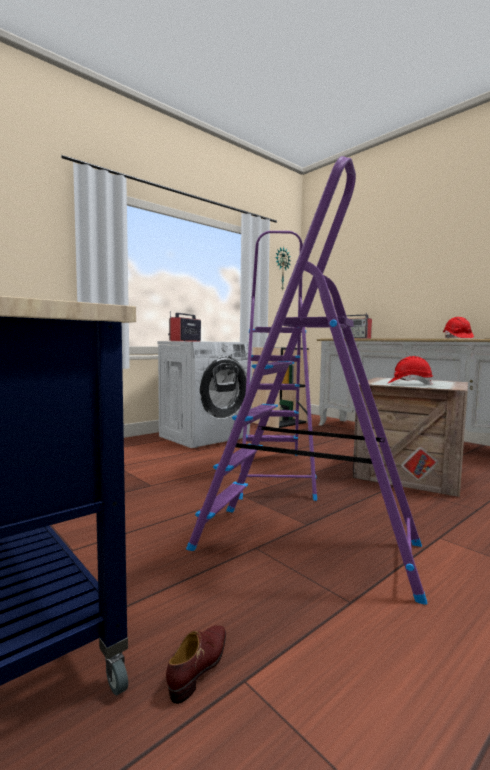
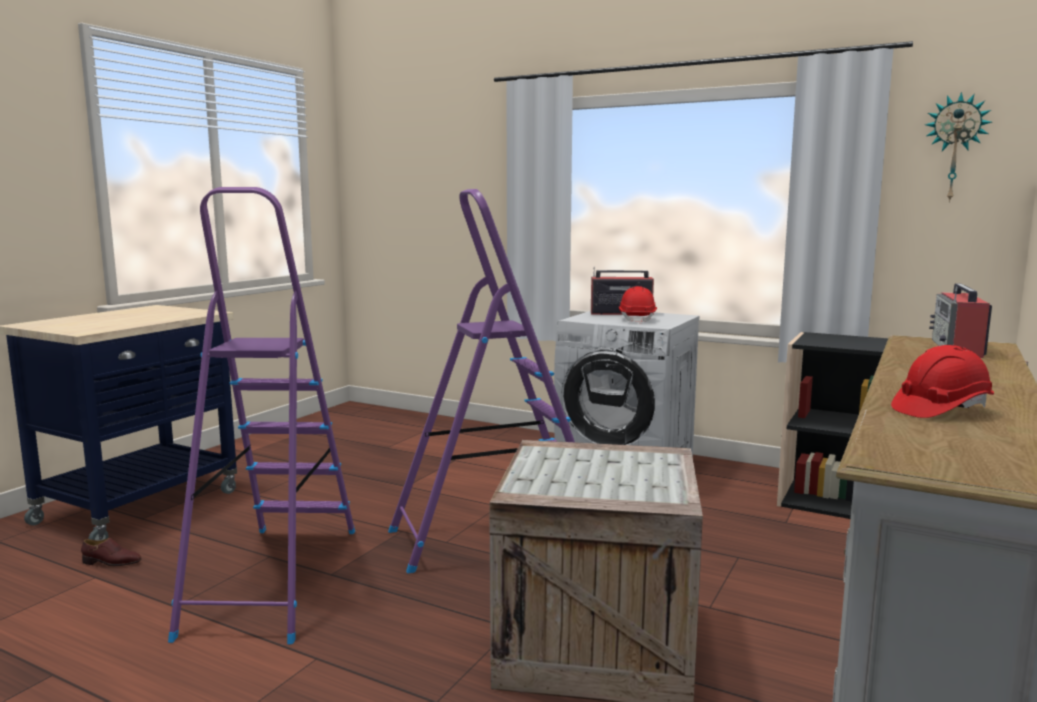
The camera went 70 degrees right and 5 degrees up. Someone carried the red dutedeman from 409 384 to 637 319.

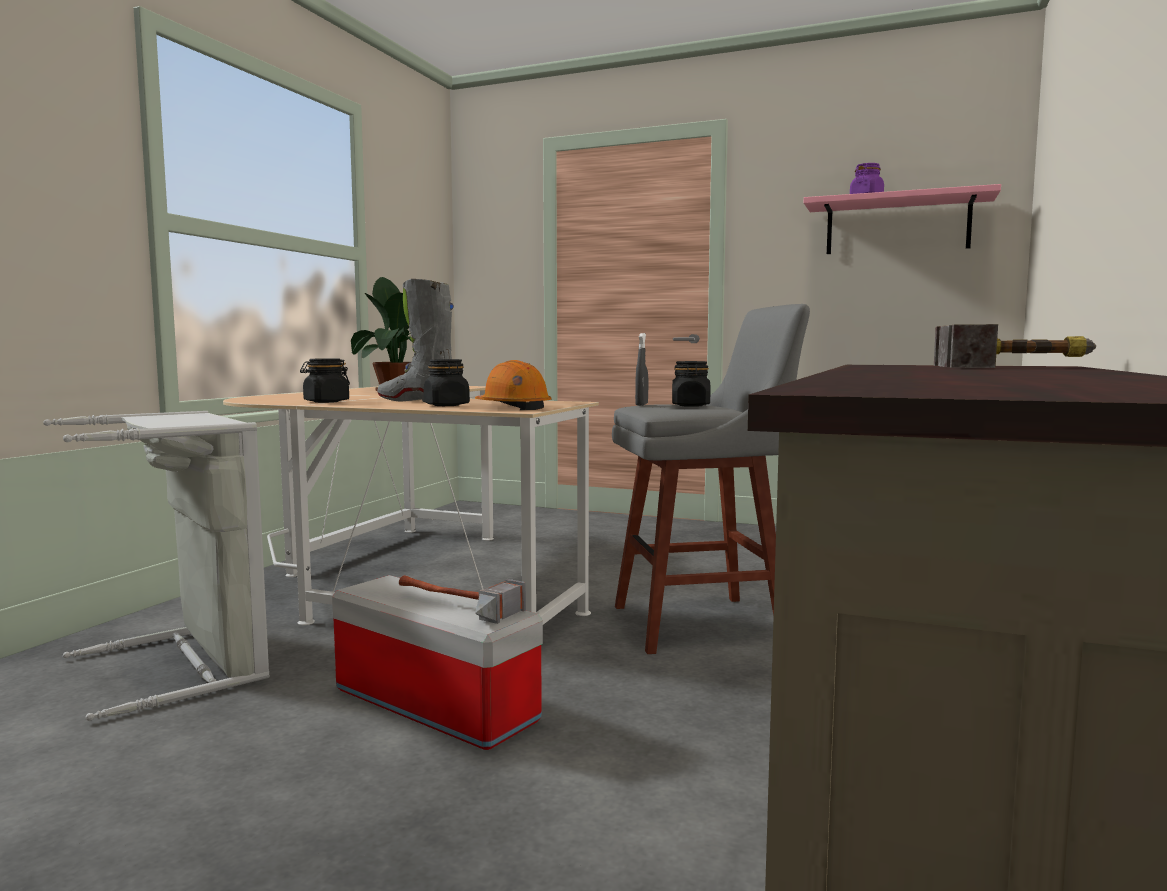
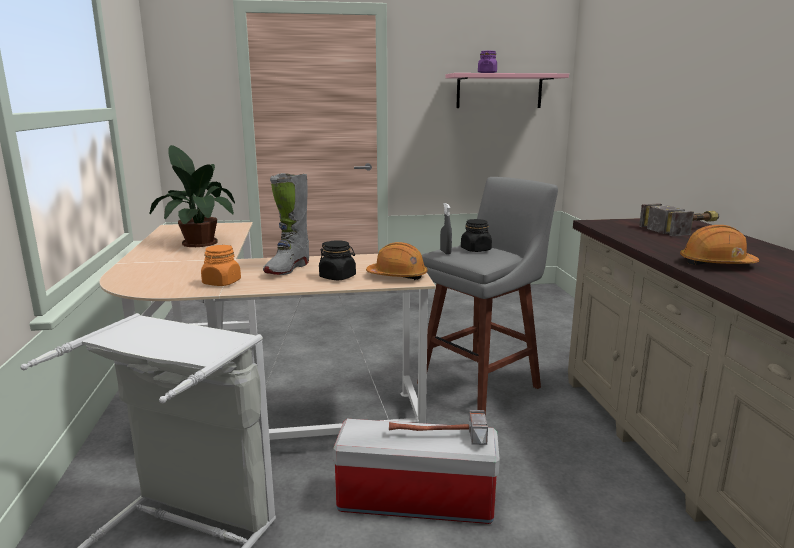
The camera went 30 degrees left and 10 degrees up. Someone repainted the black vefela at 326 402, which became the orange vefela at 221 282. Someone rotated the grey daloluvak at 417 400 by 60 degrees counterclockwise. Someone put down the orange dutedeman at 716 264.

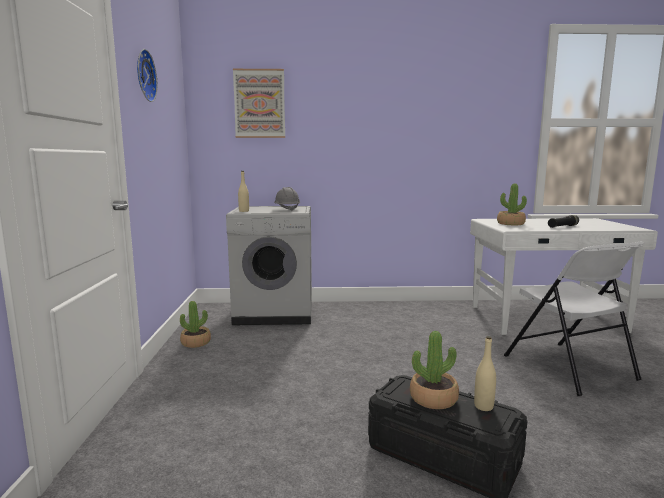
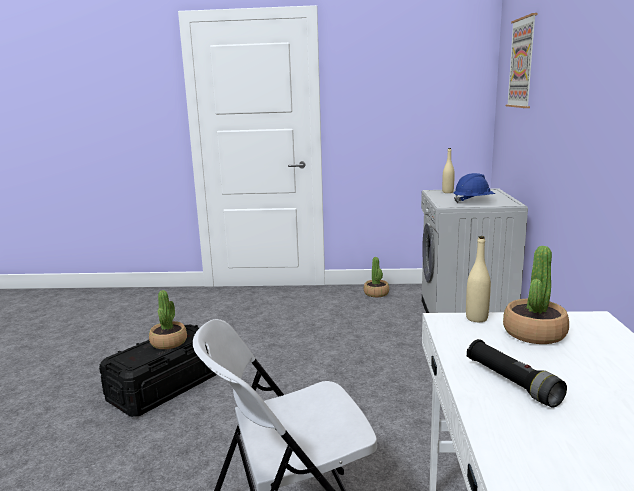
The camera went 95 degrees right and 5 degrees up. Someone repainted the grey dutedeman at 287 209, which became the blue dutedeman at 473 201. Someone carried the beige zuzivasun from 483 406 to 476 318. Someone took away the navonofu at 143 75.

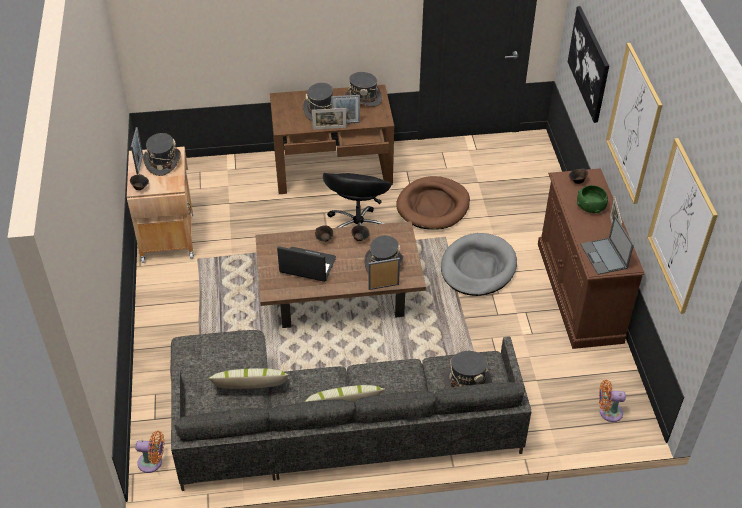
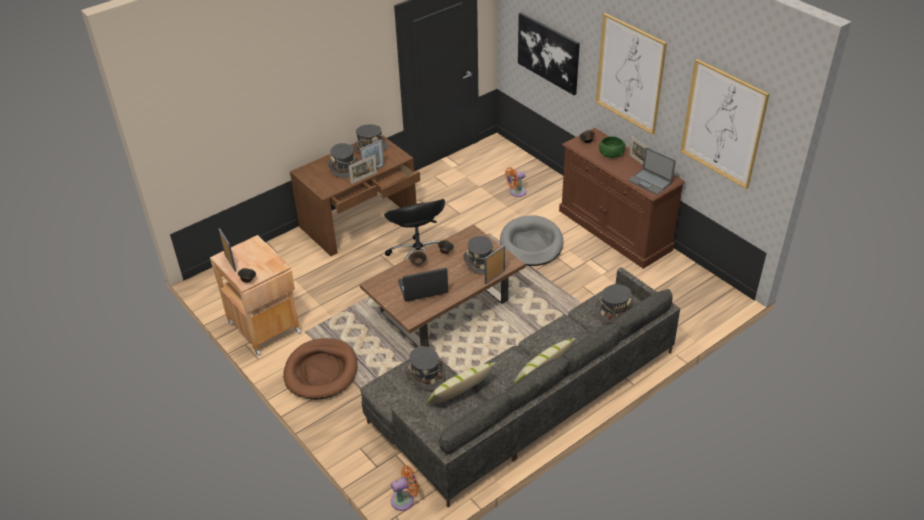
The camera went 30 degrees left and 5 degrees down. Someone carried the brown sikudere from 433 206 to 321 371. Someone carried the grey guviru from 162 161 to 425 375. Someone carried the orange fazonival from 608 412 to 516 192.

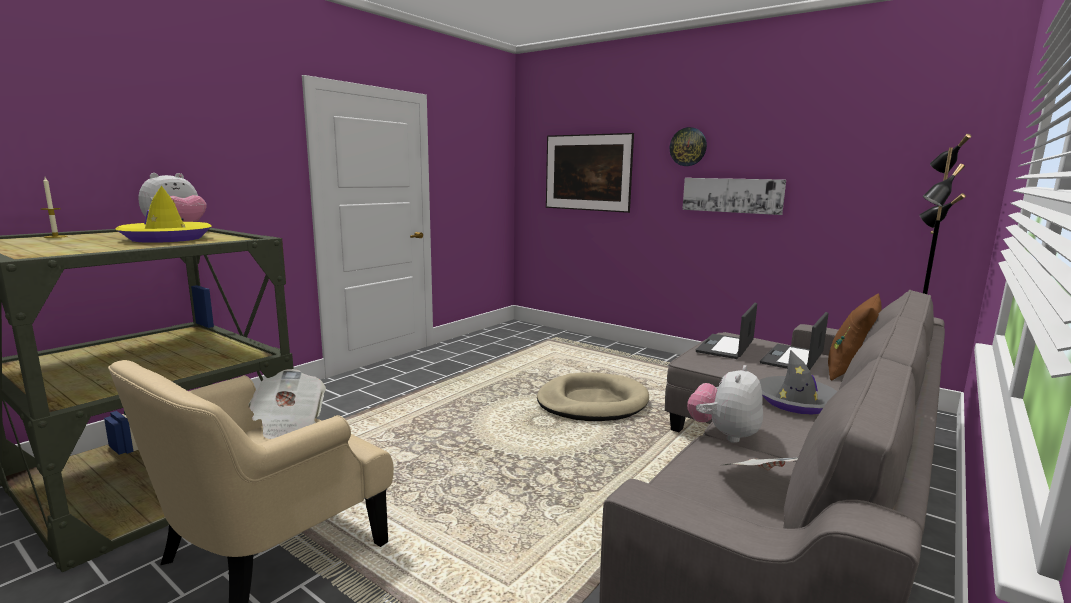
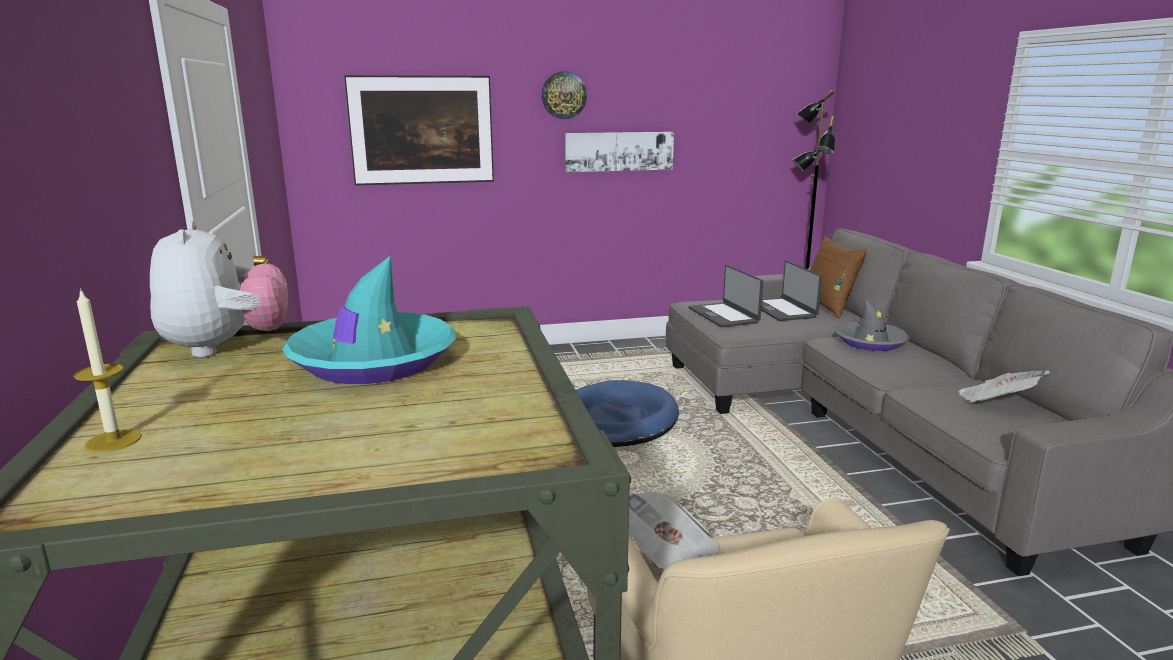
The camera went 50 degrees left and 5 degrees up. Someone repainted the yellow guviru at 166 239, which became the turquoise guviru at 373 361. Someone repainted the beige sikudere at 592 402, which became the blue sikudere at 617 420. Someone took away the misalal at 724 434.

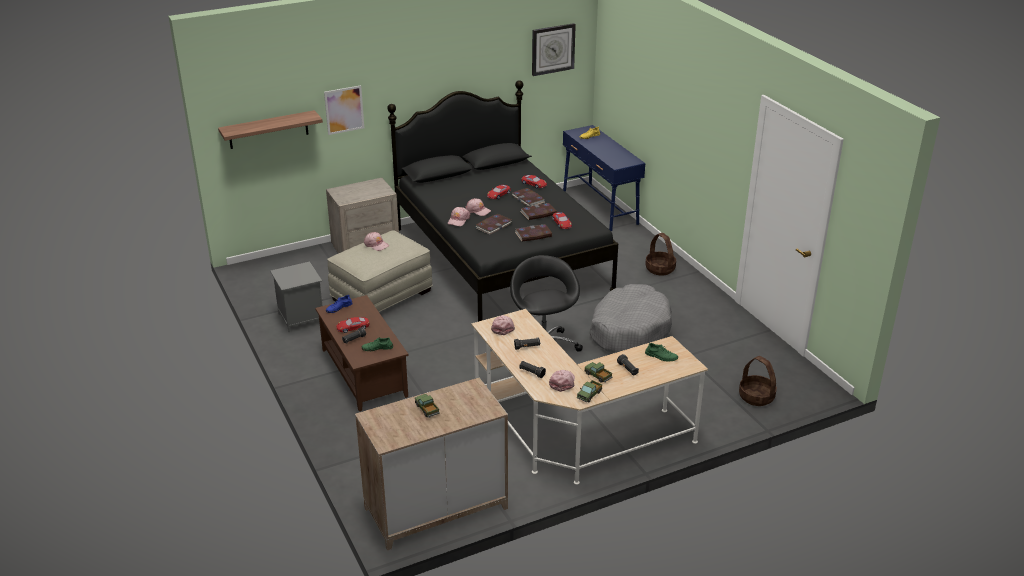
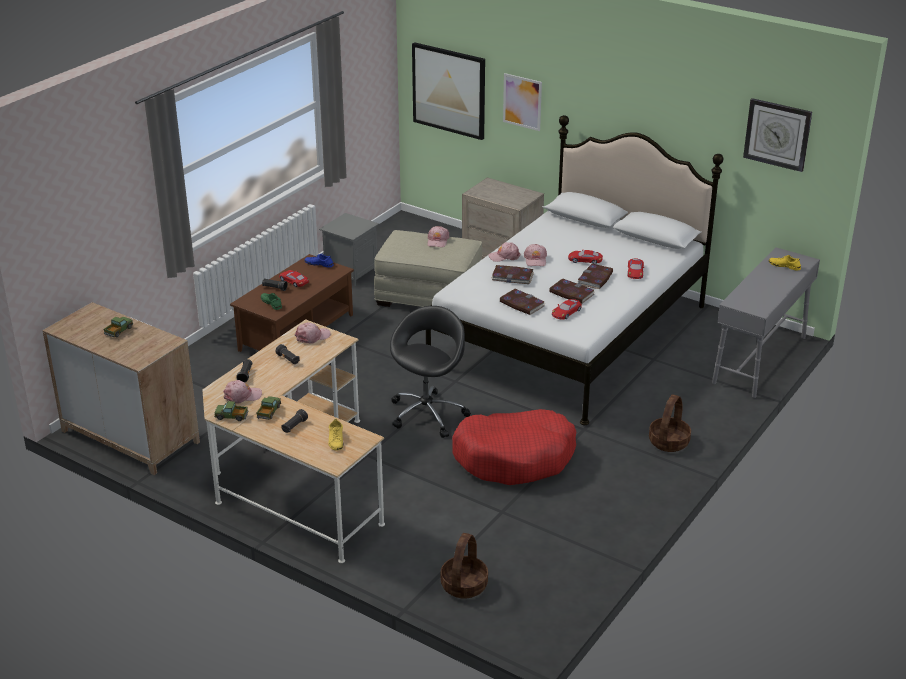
The camera went 60 degrees right and 0 degrees up. Someone repainted the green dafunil at 661 356, which became the yellow dafunil at 336 440. Someone swapped the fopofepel at 268 130 for the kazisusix at 449 90. Someone repainted the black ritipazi at 501 258, which became the white ritipazi at 570 335. Someone repainted the grey sikudere at 629 330, which became the red sikudere at 515 457. Someone repainted the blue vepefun at 599 207, which became the grey vepefun at 758 360.

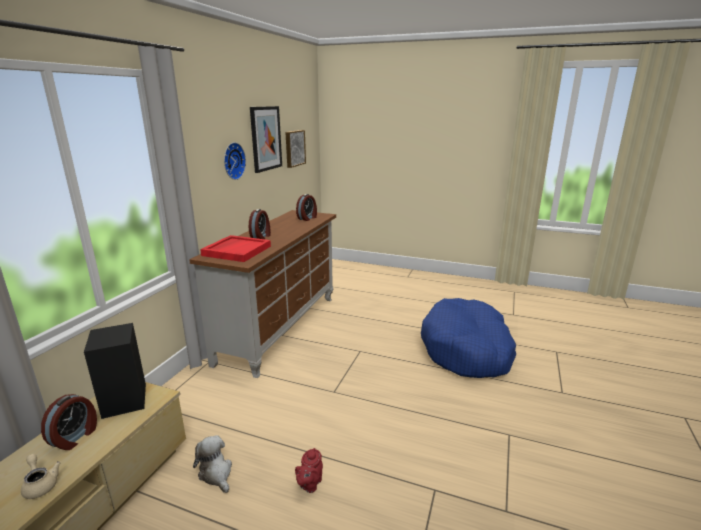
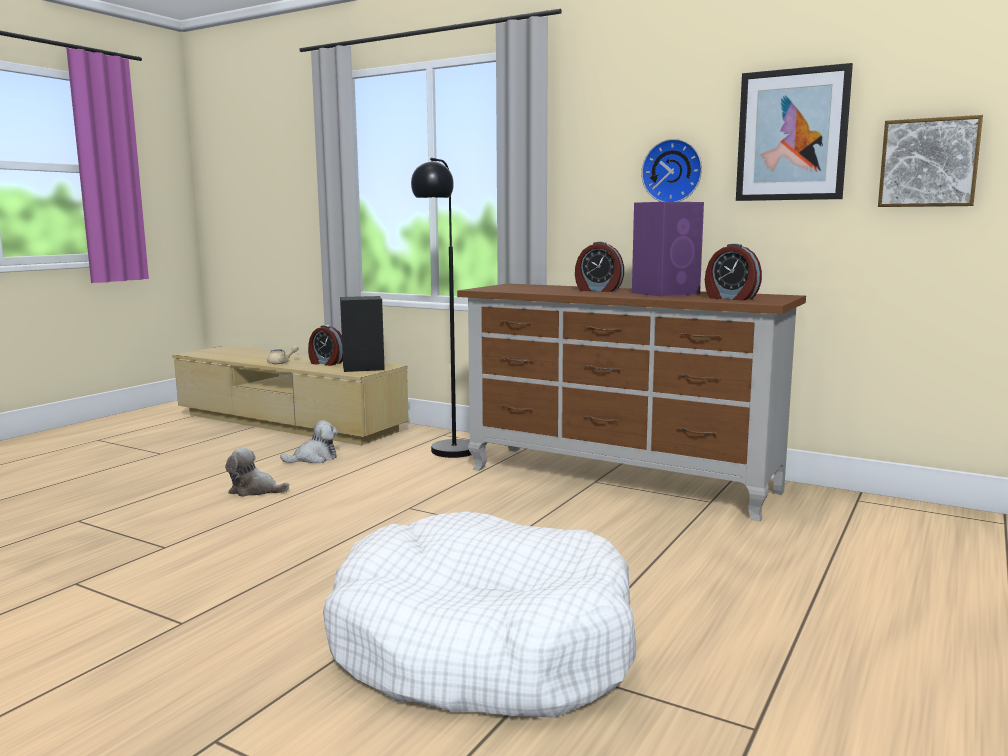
The camera went 100 degrees right and 10 degrees down. Someone swapped the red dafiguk at 309 484 for the misalal at 254 490. Someone repainted the blue sikudere at 467 349, which became the white sikudere at 481 646. Someone put down the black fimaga at 448 455. Someone put down the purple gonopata at 666 293. Someone took away the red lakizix at 237 250.

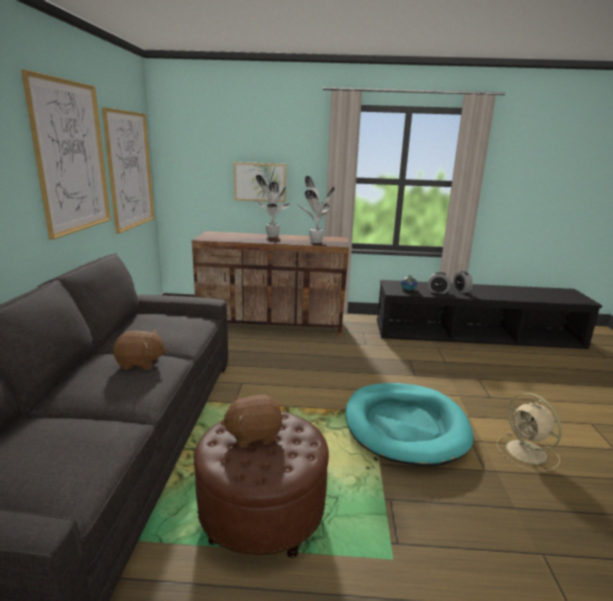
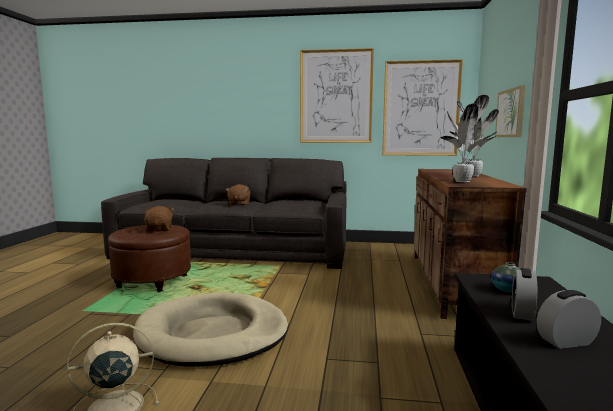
The camera went 95 degrees right and 10 degrees down. Someone repainted the turquoise sikudere at 405 426, which became the beige sikudere at 213 334.

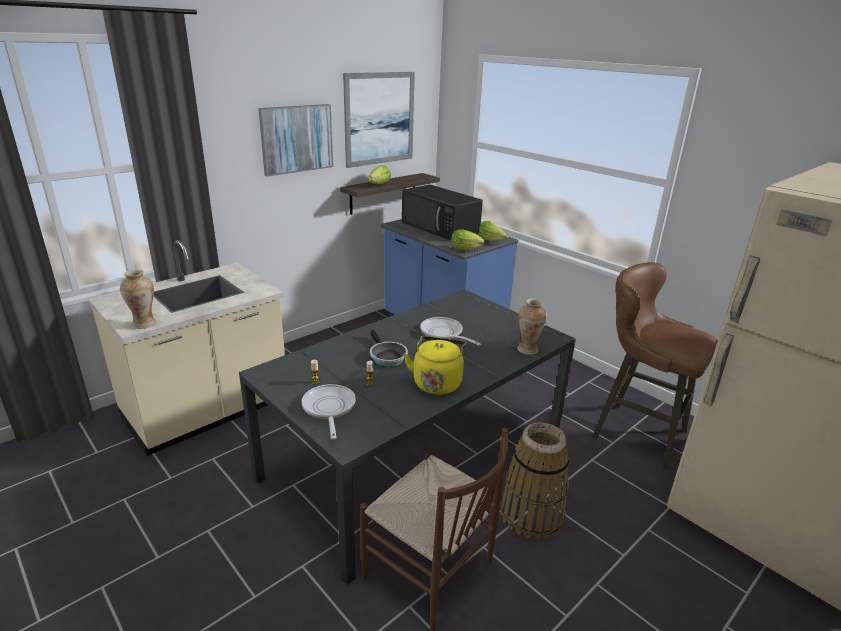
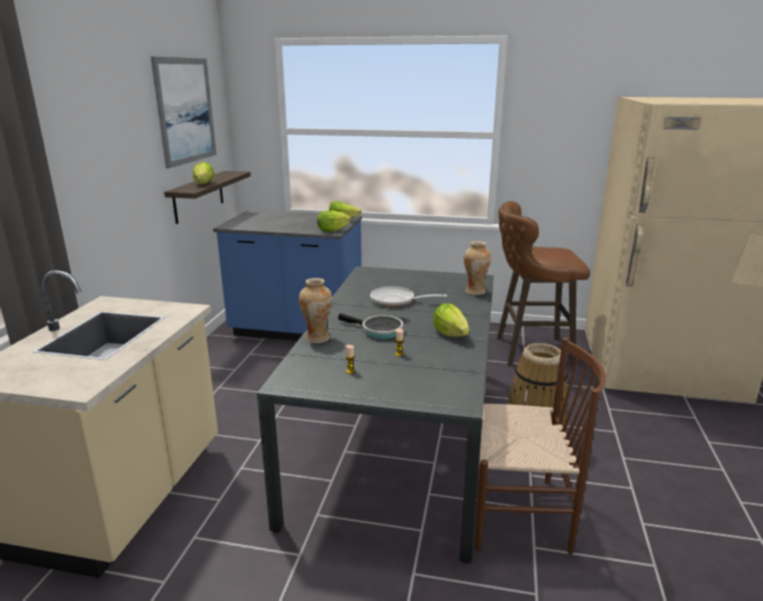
The camera went 35 degrees left and 5 degrees down. Someone carried the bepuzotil from 144 324 to 317 338. Someone swapped the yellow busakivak at 437 382 for the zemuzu at 450 334. Someone took away the kazisusix at 296 139. Someone took away the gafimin at 329 409. Someone took away the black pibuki at 441 228.

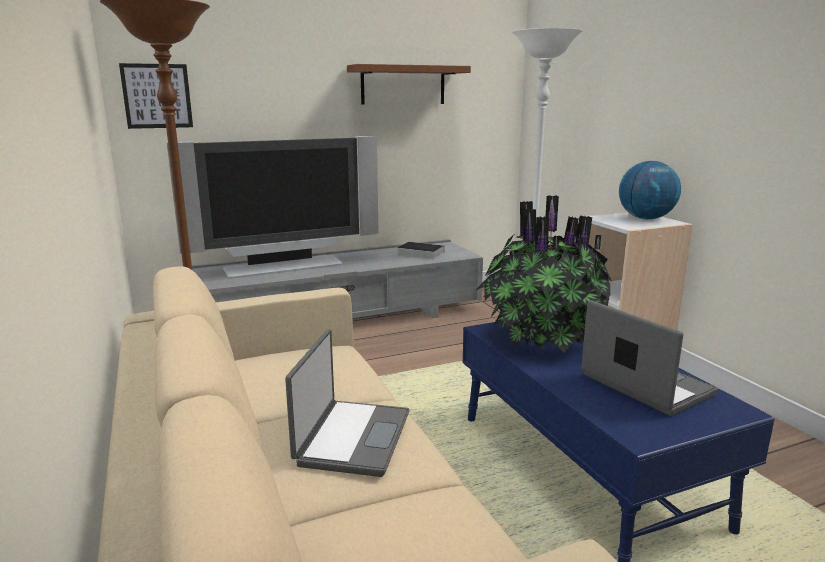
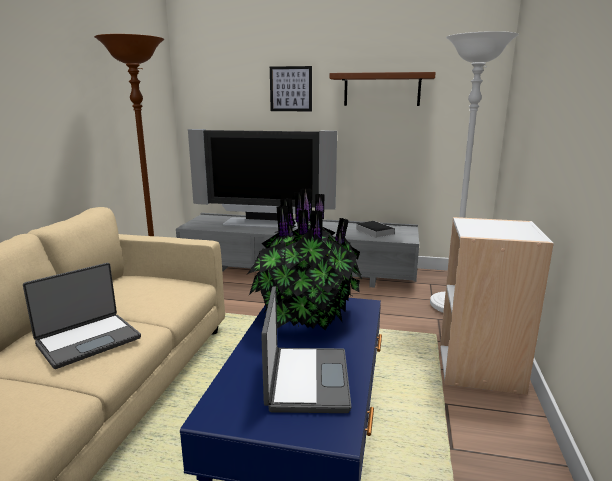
The camera went 35 degrees right and 0 degrees up. Someone carried the kazisusix from 157 96 to 291 89. Someone took away the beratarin at 645 218.

